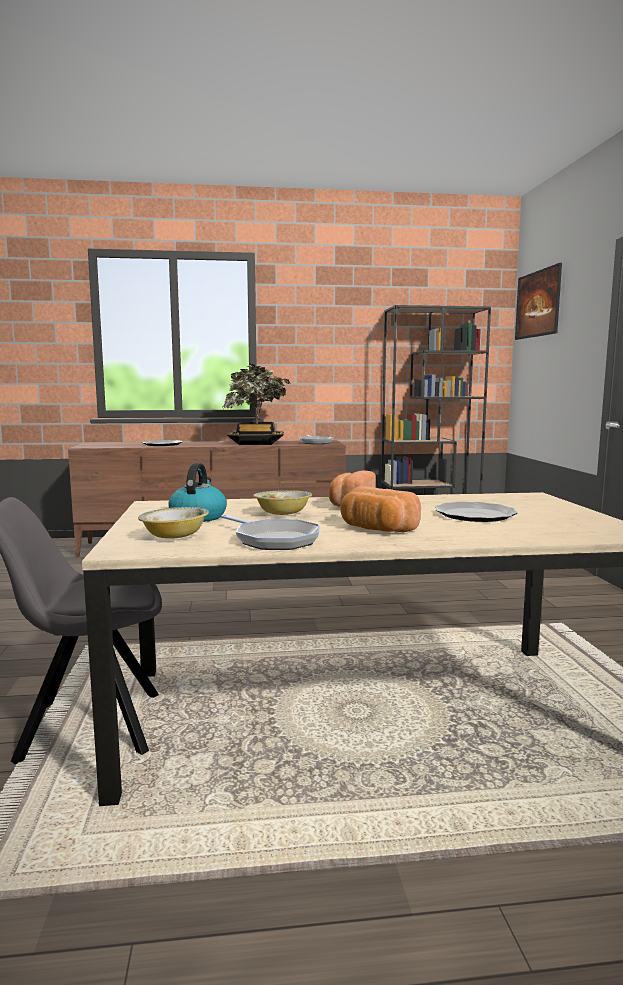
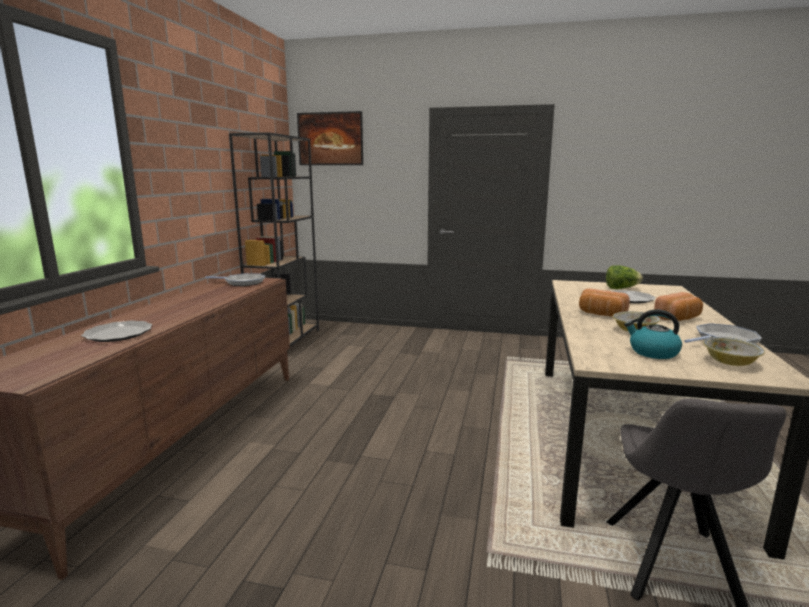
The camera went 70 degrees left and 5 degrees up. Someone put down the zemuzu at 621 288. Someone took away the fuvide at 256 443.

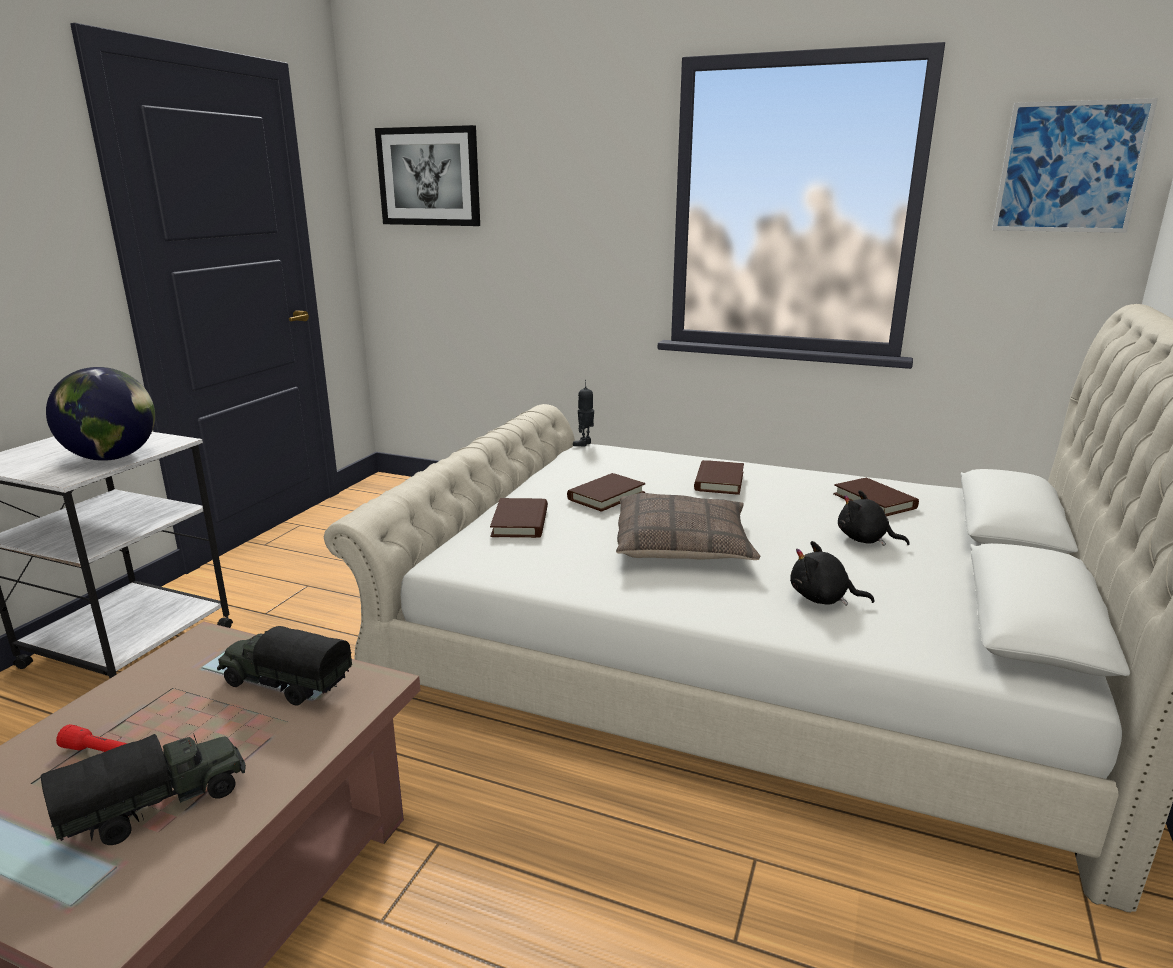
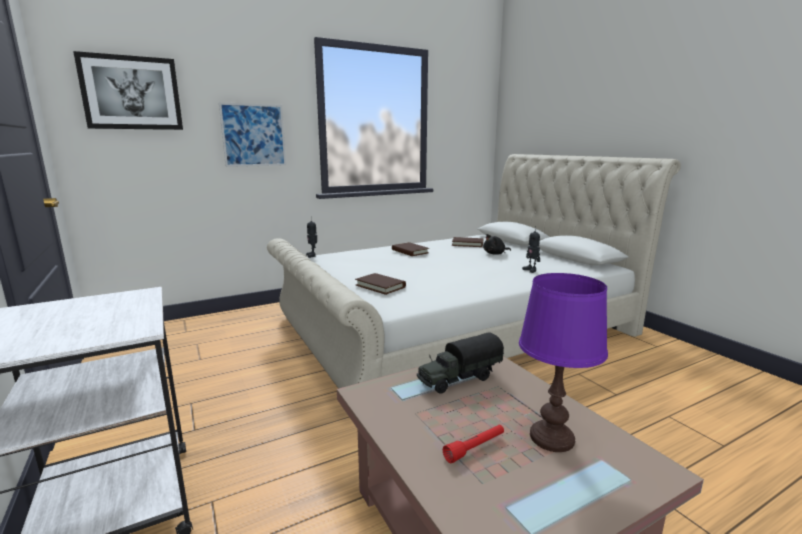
The camera went 50 degrees left and 5 degrees down. Someone carried the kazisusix from 1070 167 to 253 135. Someone swapped the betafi at 157 807 for the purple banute at 551 438. Someone swapped the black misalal at 823 598 for the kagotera at 531 270. Someone took away the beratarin at 113 457. Someone took away the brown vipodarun at 606 496. Someone took away the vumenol at 683 544.

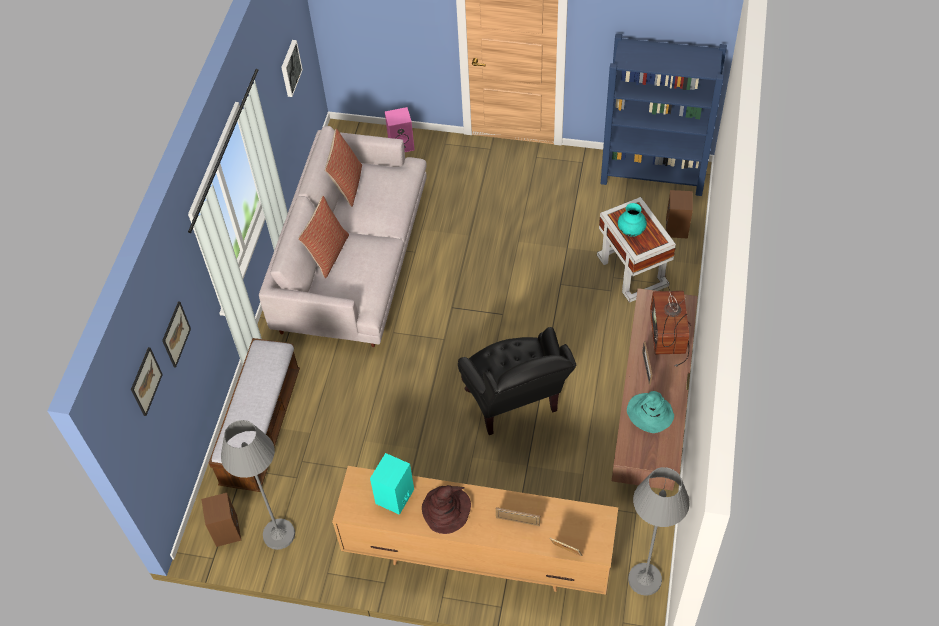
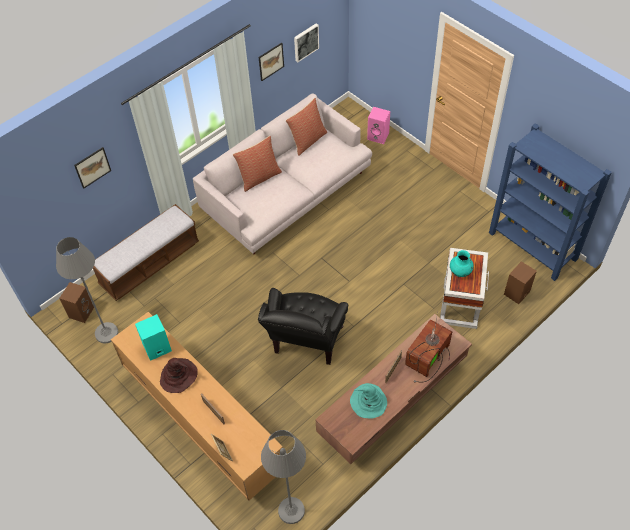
The camera went 35 degrees right and 0 degrees up. Someone carried the kazisusix from 146 381 to 271 61.

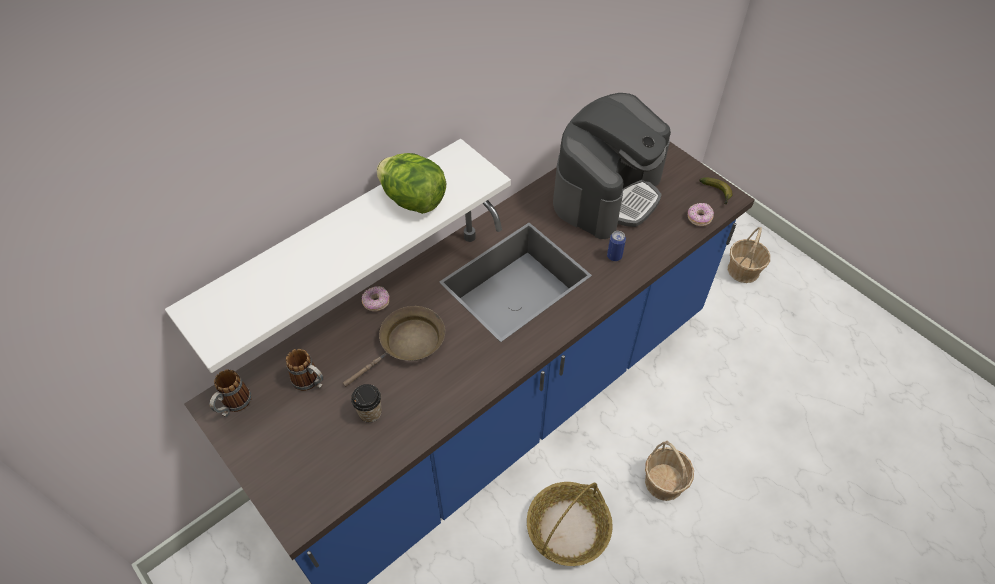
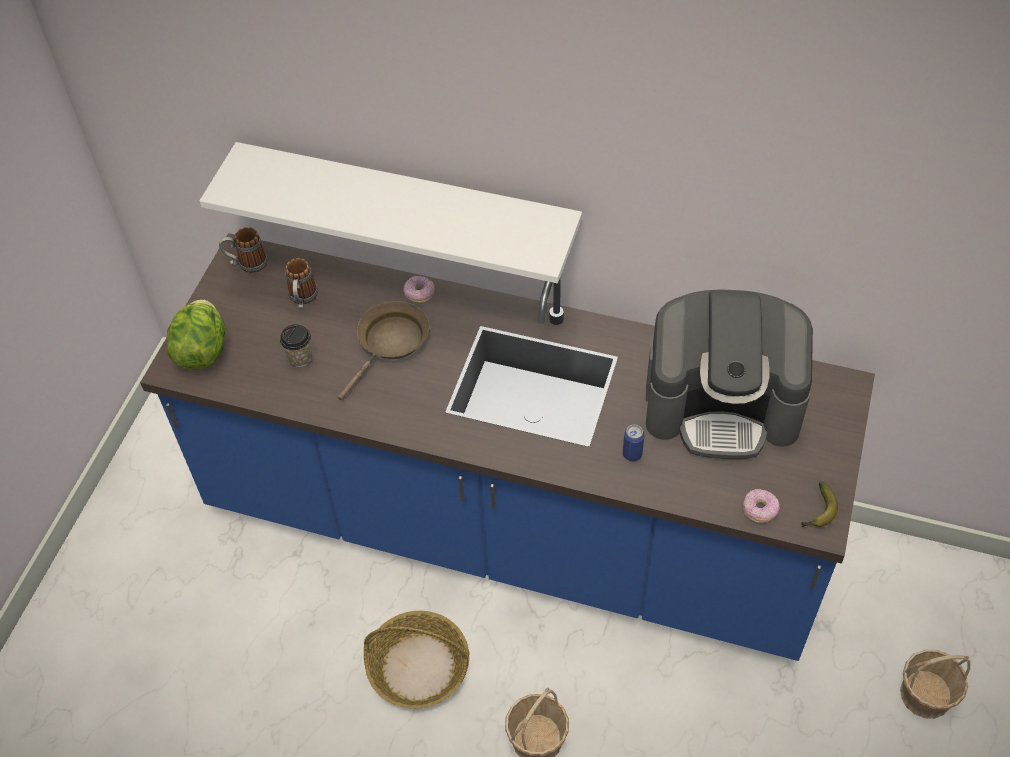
The camera went 60 degrees right and 0 degrees up. Someone carried the zemuzu from 413 200 to 202 351. Someone rotated the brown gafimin at 408 344 by 75 degrees counterclockwise.

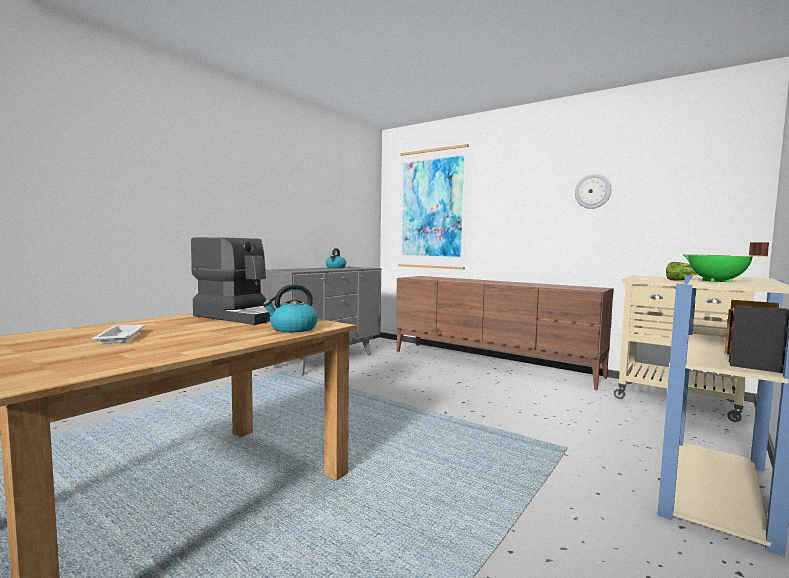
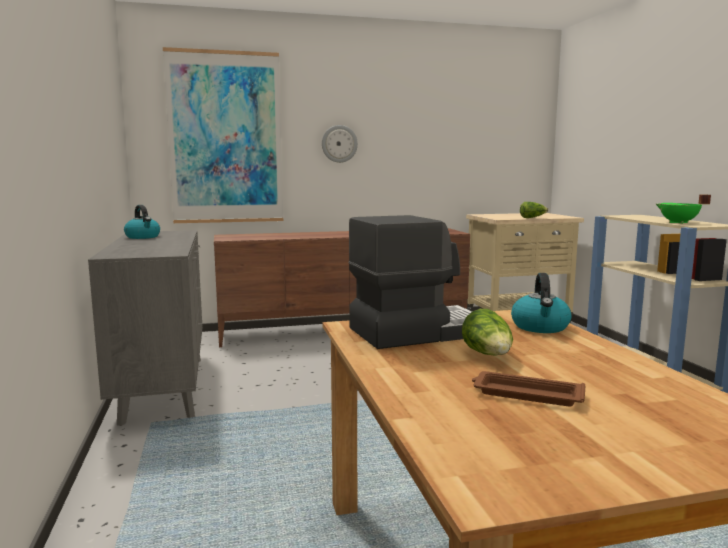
The camera went 50 degrees left and 5 degrees up. Someone carried the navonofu from 593 191 to 339 144. Someone put down the zemuzu at 489 355. Someone repainted the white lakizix at 121 337, which became the brown lakizix at 526 394.

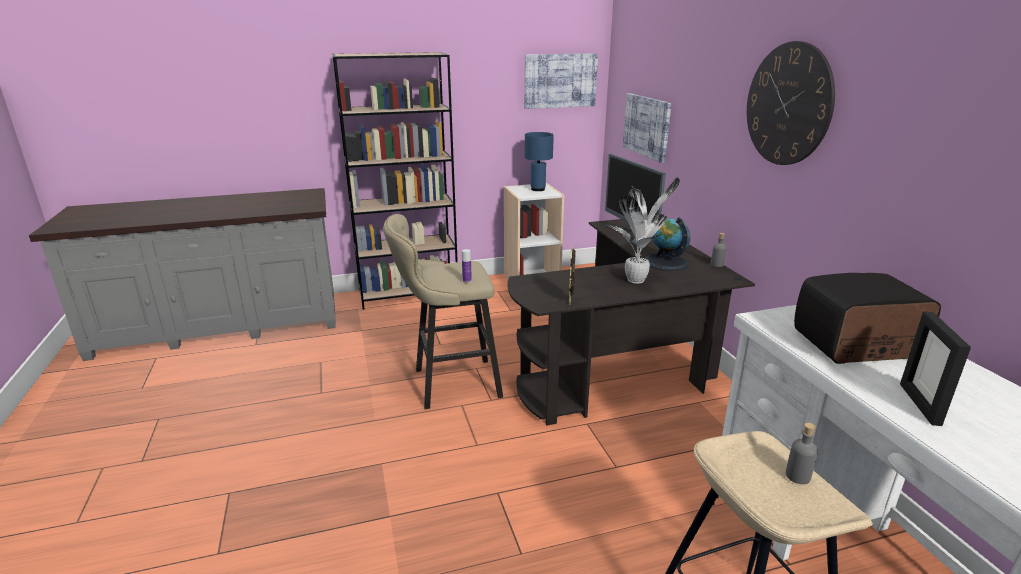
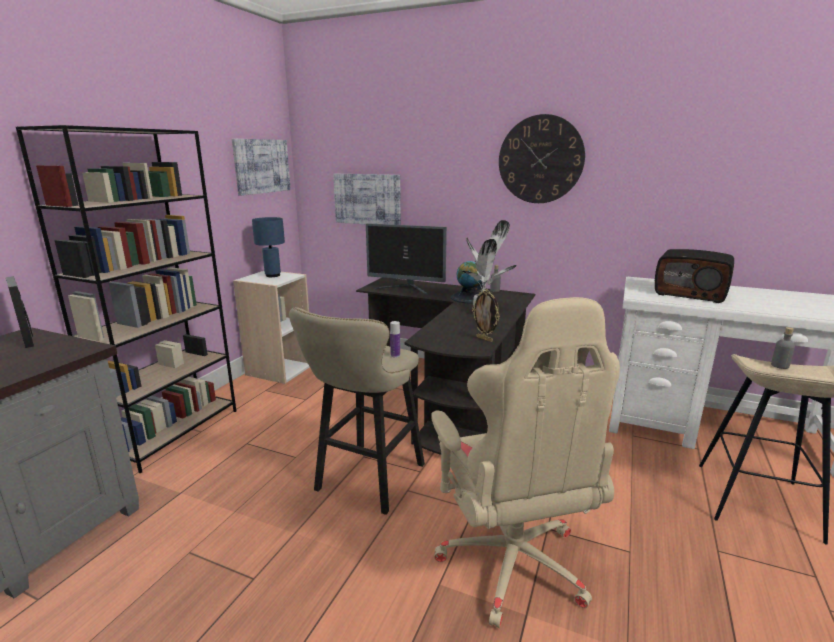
The camera went 50 degrees left and 5 degrees down. Someone carried the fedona from 921 404 to 29 339. Someone put down the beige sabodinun at 511 561. Someone rotated the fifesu at 856 345 by 90 degrees counterclockwise.

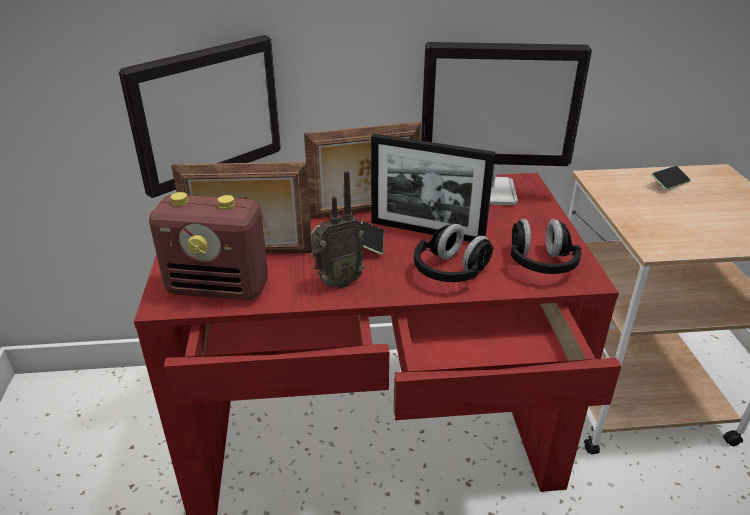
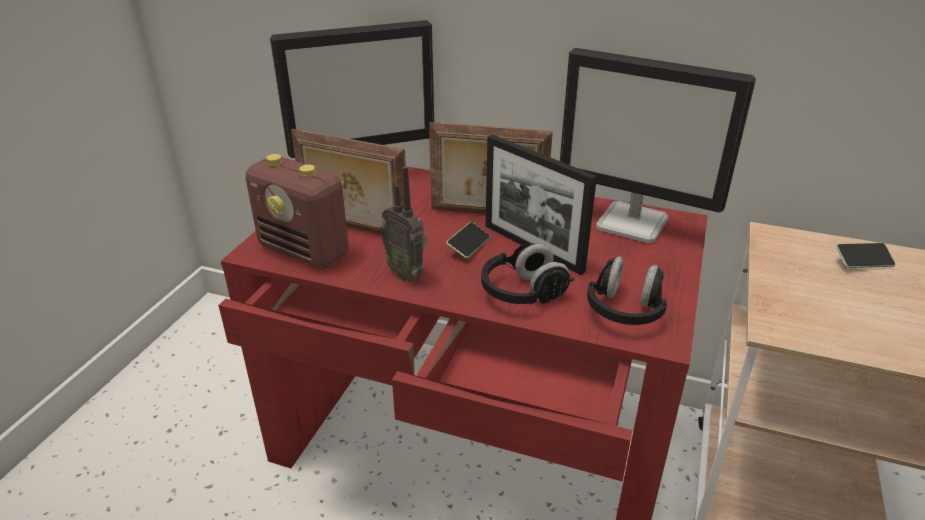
The camera went 25 degrees right and 0 degrees up. Someone rotated the fifesu at 336 282 by 45 degrees clockwise.

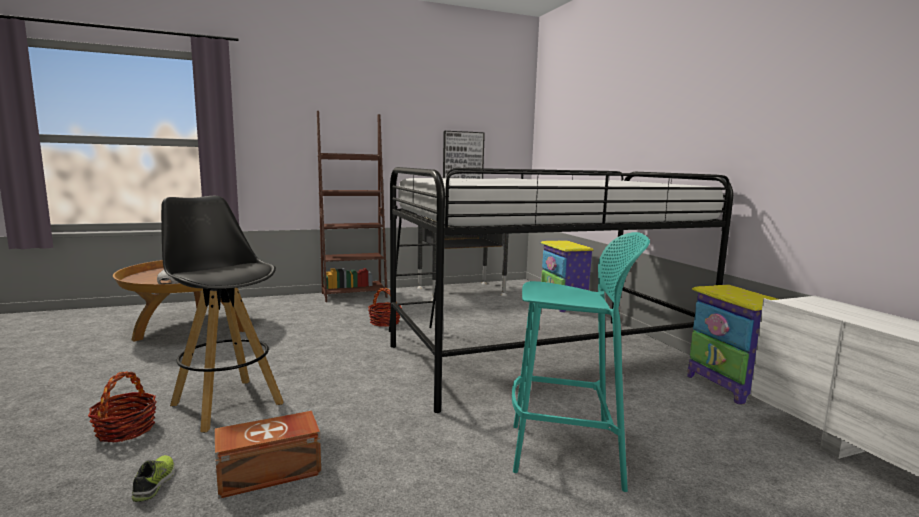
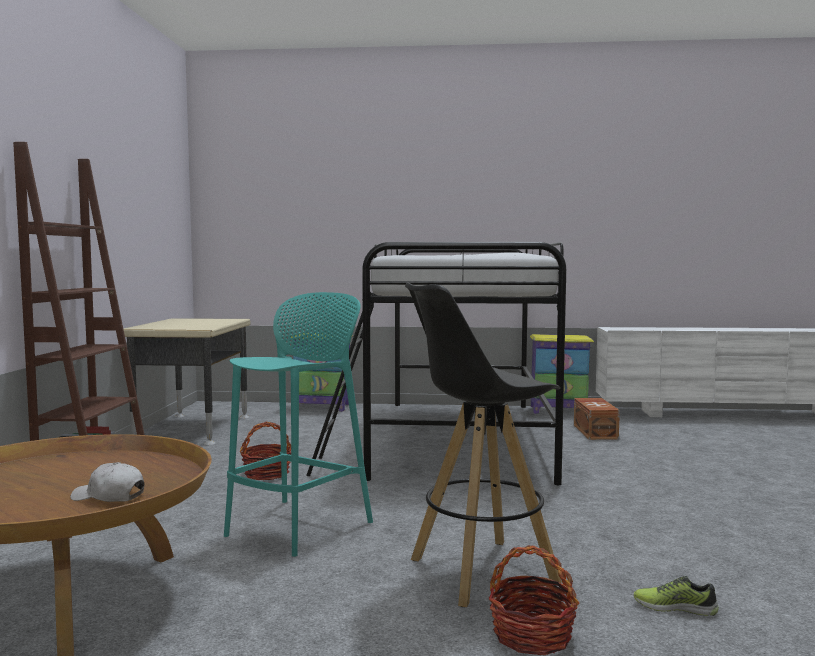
The camera went 65 degrees left and 5 degrees down. Someone carried the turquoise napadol from 568 452 to 297 526. Someone carried the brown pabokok from 271 473 to 595 431. Someone took away the kazisusix at 463 158.

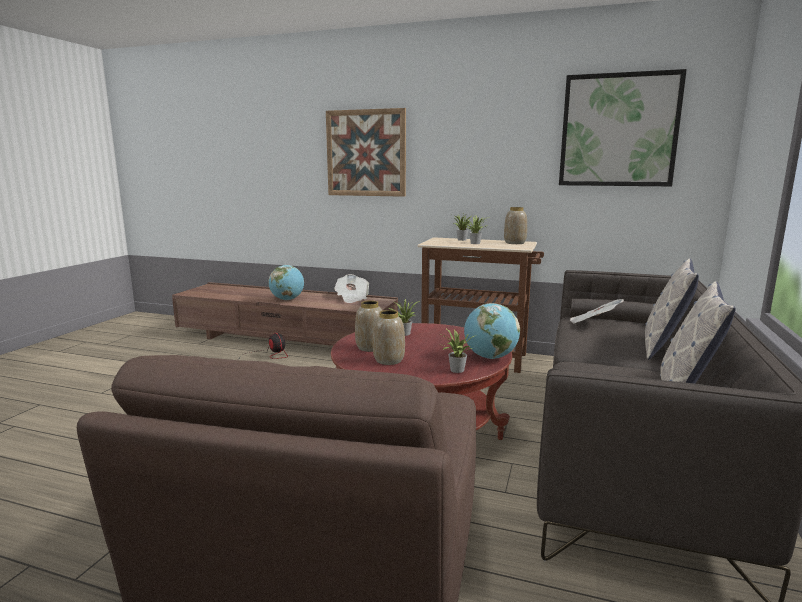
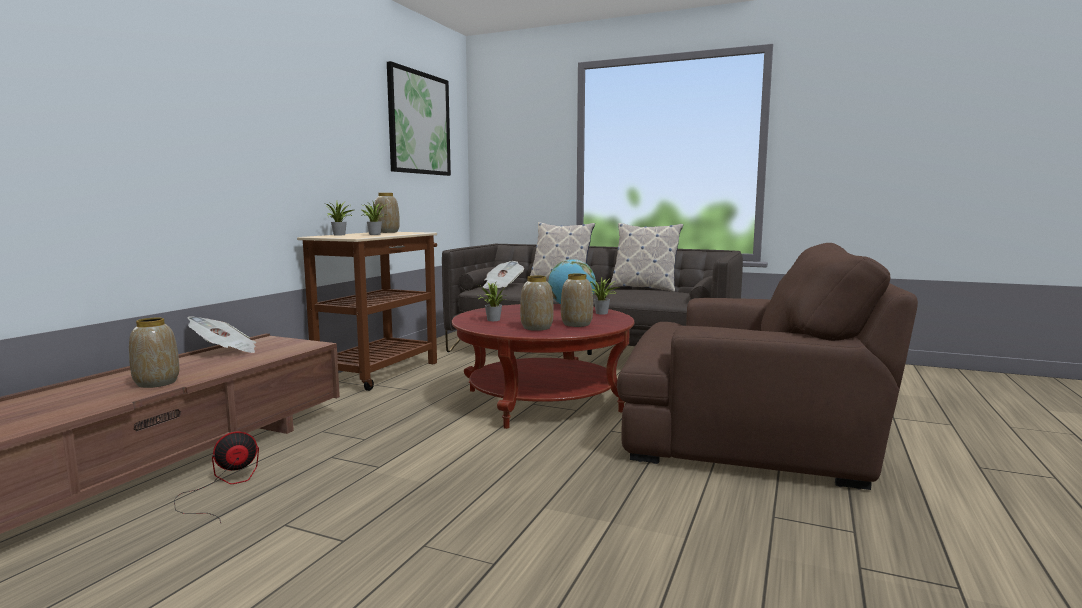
The camera went 85 degrees left and 5 degrees down. Someone swapped the beratarin at 287 299 for the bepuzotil at 157 383. Someone took away the kazisusix at 366 153.

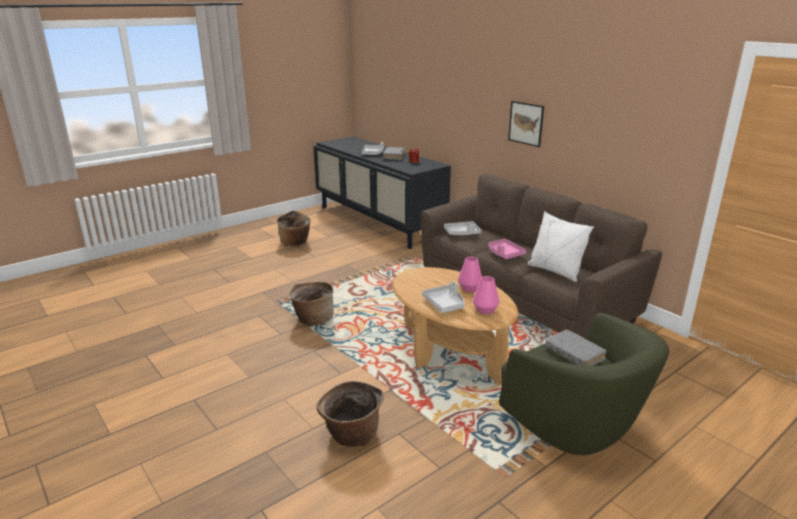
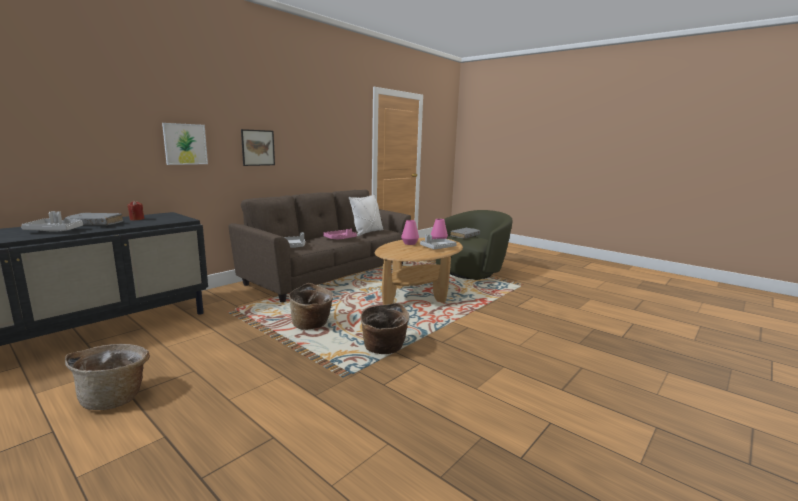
The camera went 100 degrees left and 10 degrees down. Someone put up the kazisusix at 185 144. Someone carried the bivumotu from 351 435 to 312 325.

